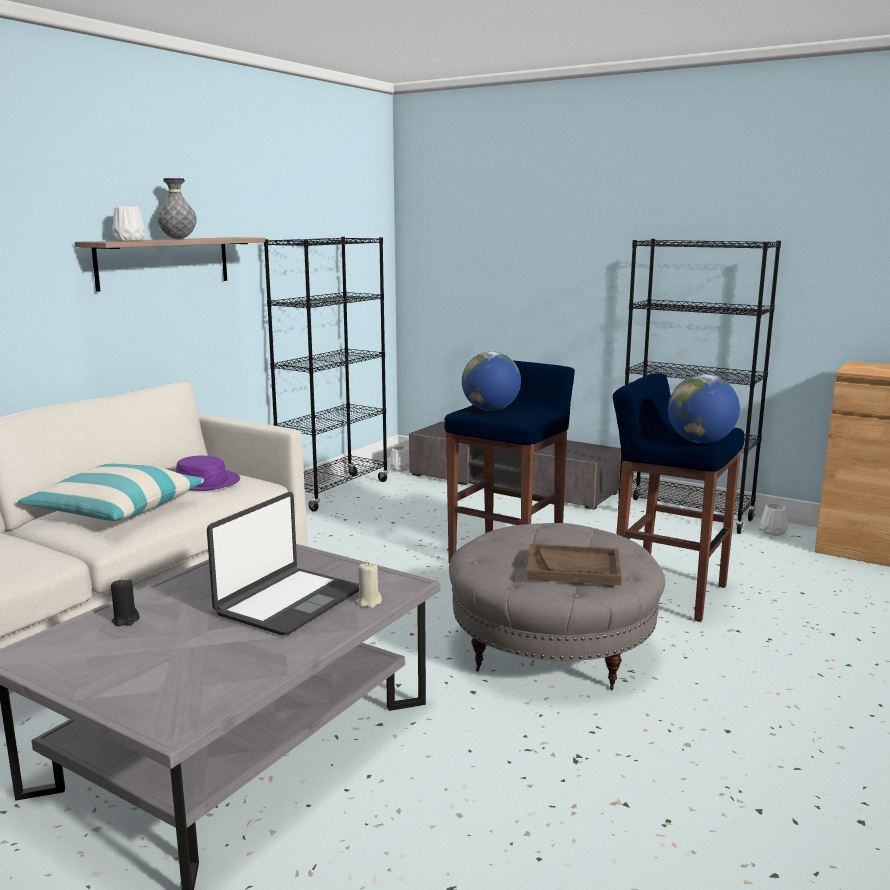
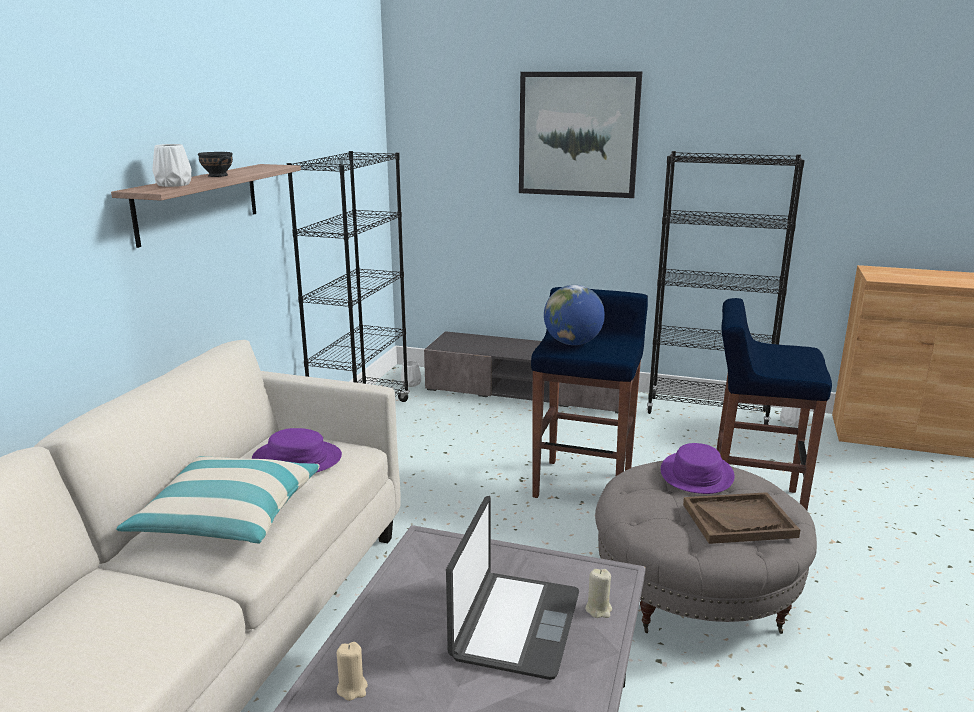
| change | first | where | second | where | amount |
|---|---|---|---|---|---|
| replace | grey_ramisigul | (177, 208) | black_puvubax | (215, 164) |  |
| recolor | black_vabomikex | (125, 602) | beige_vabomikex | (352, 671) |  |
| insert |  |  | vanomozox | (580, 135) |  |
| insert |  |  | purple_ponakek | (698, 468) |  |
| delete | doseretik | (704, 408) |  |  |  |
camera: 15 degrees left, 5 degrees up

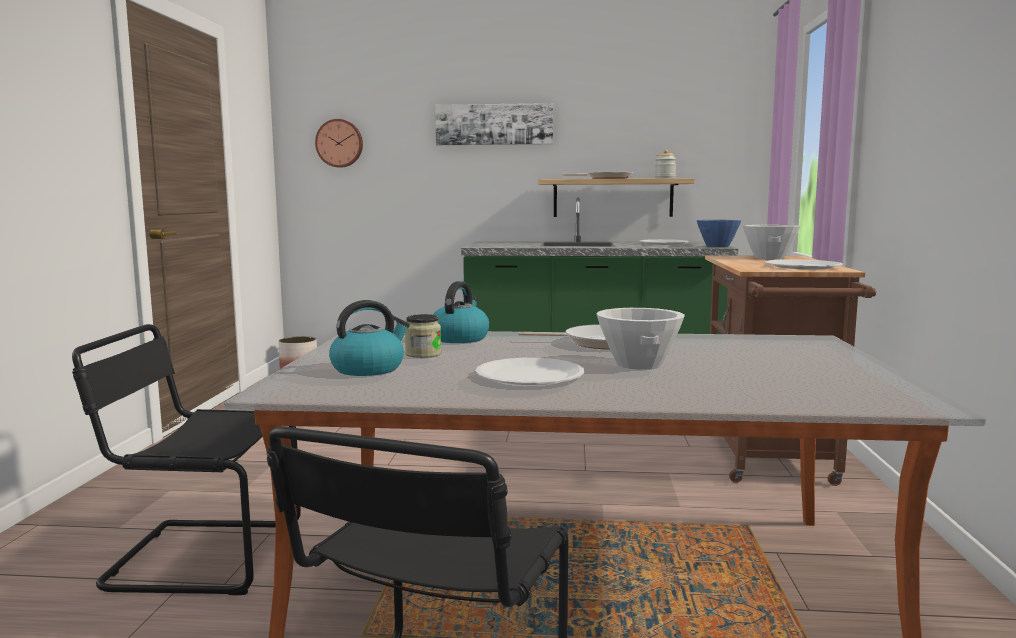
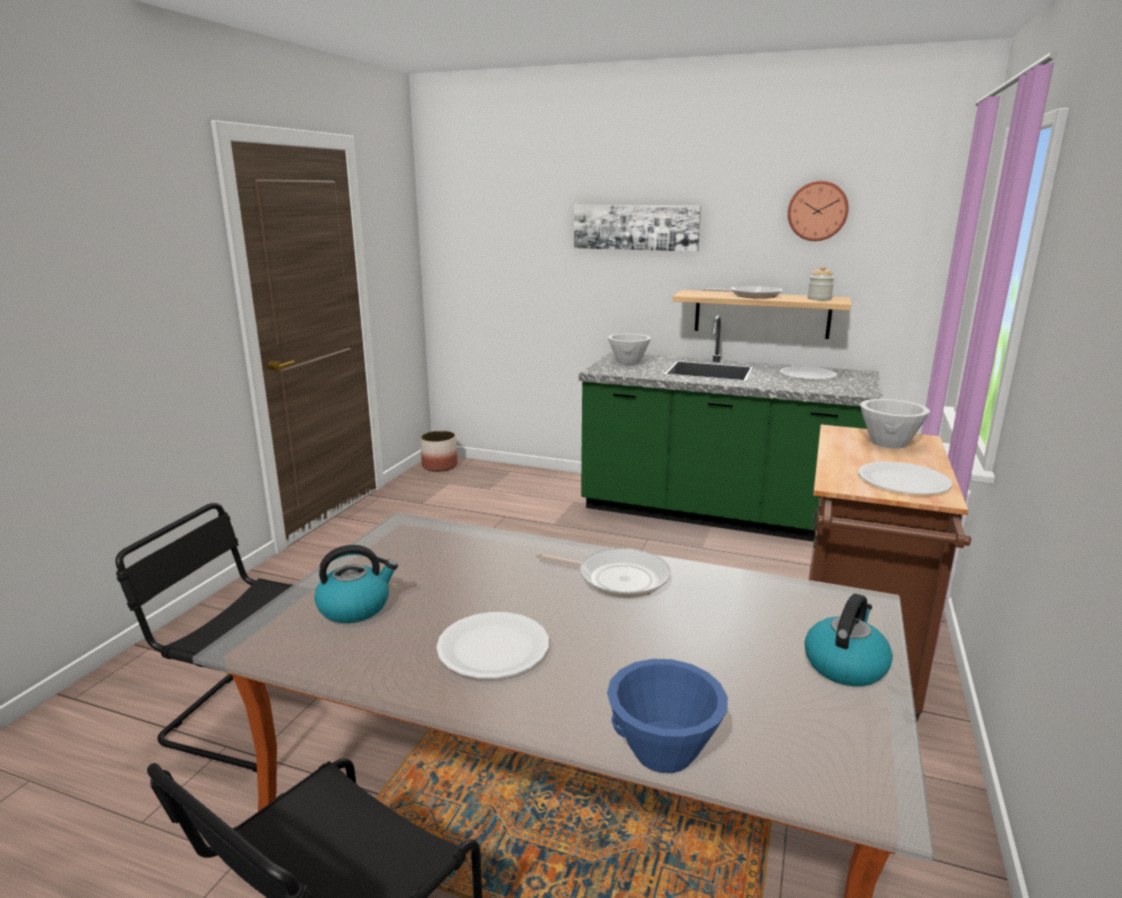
| change | first | where | second | where | amount |
|---|---|---|---|---|---|
| move | blue_puvubax | (719, 233) |  | (667, 716) |  |
| move | white_puvubax | (640, 339) |  | (629, 349) |  |
| move | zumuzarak | (339, 143) |  | (818, 211) |  |
| move | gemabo | (461, 312) |  | (849, 640) |  |
| delete | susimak | (423, 336) |  |  |  |
camera: 15 degrees right, 10 degrees up

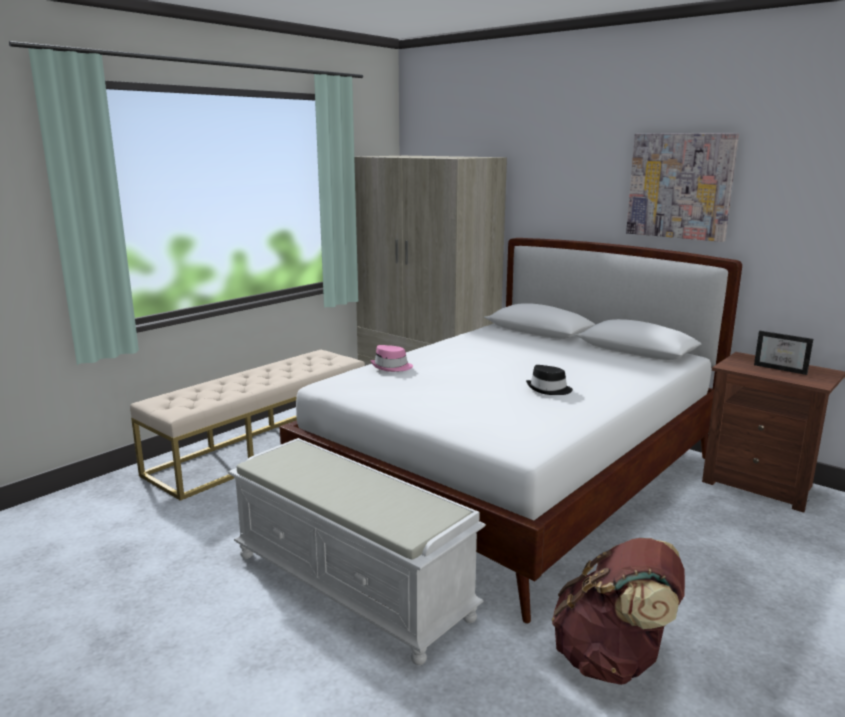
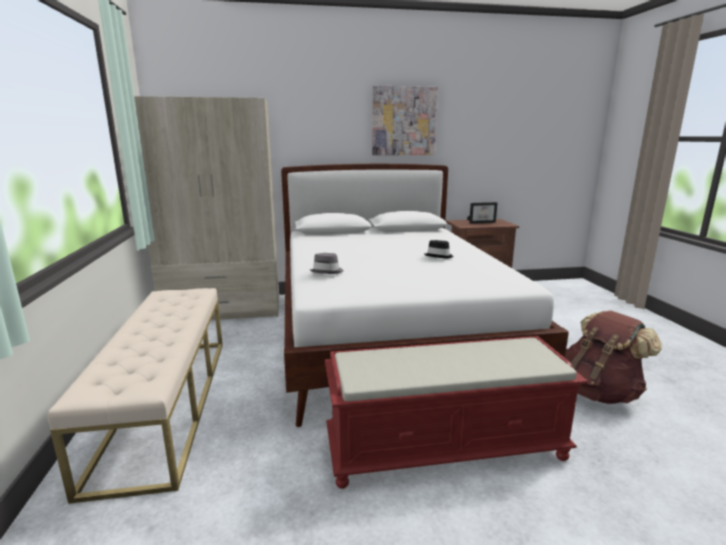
| change | first | where | second | where | amount |
|---|---|---|---|---|---|
| recolor | pink_ponakek | (391, 358) | grey_ponakek | (326, 263) |  |
| recolor | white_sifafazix | (357, 551) | red_sifafazix | (456, 412) |  |
camera: 50 degrees left, 0 degrees up

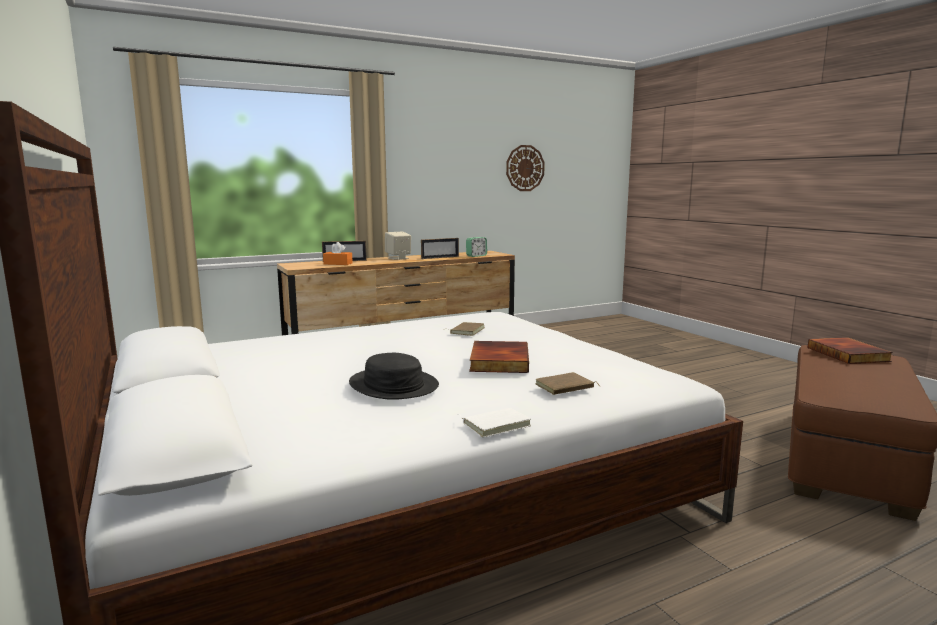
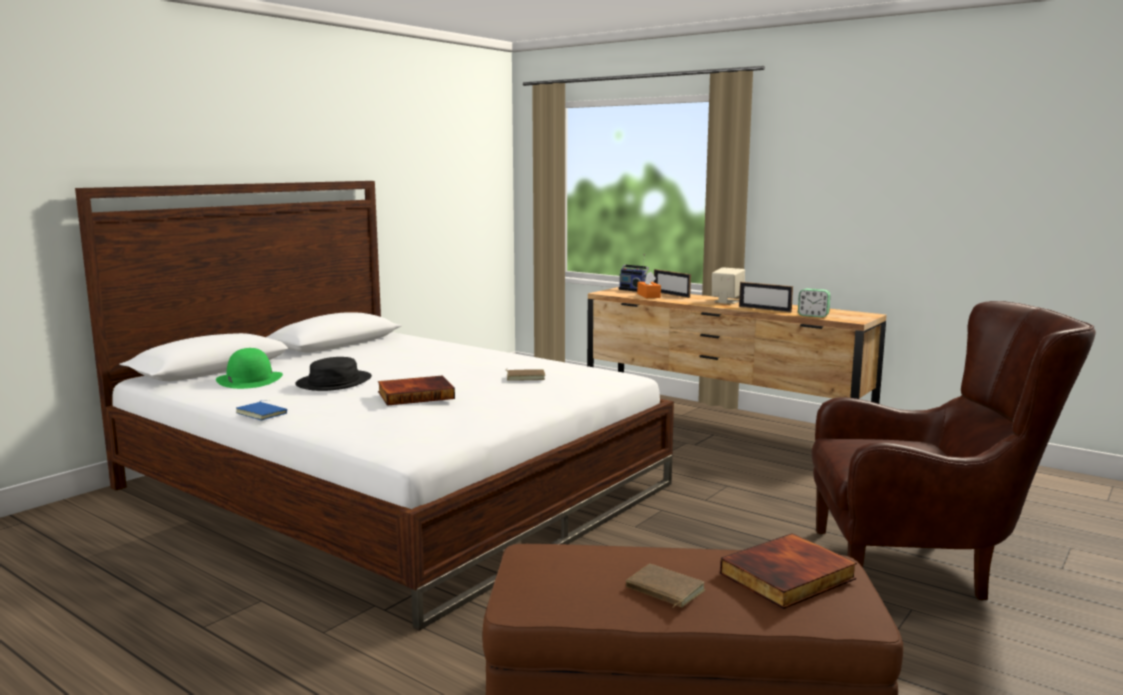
| change | first | where | second | where | amount |
|---|---|---|---|---|---|
| insert |  |  | green_ponakek | (249, 368) |  |
| recolor | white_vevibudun | (495, 422) | blue_vevibudun | (261, 410) |  |
| insert |  |  | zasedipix | (634, 273) |  |
| move | brown_vevibudun | (568, 383) |  | (665, 586) |  |
| insert |  |  | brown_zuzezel | (954, 450) |  |
| delete | zumuzarak | (525, 168) |  |  |  |
camera: 65 degrees right, 0 degrees up

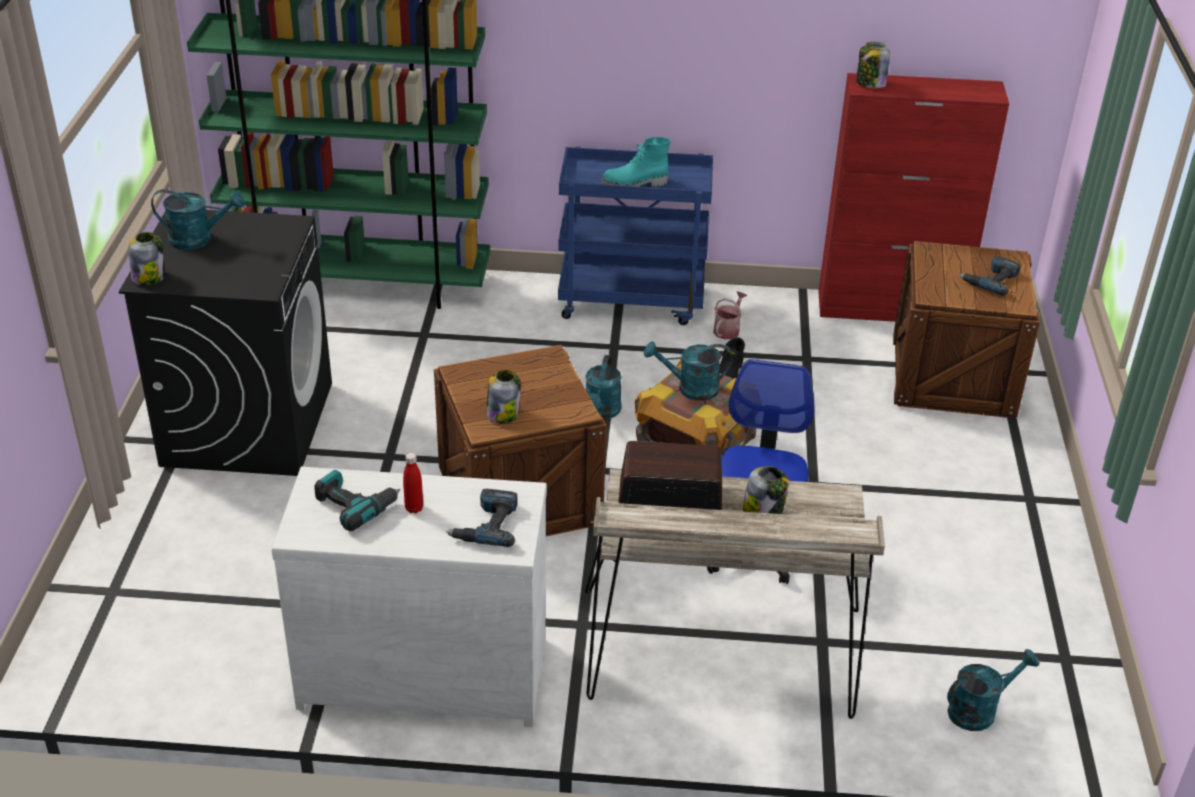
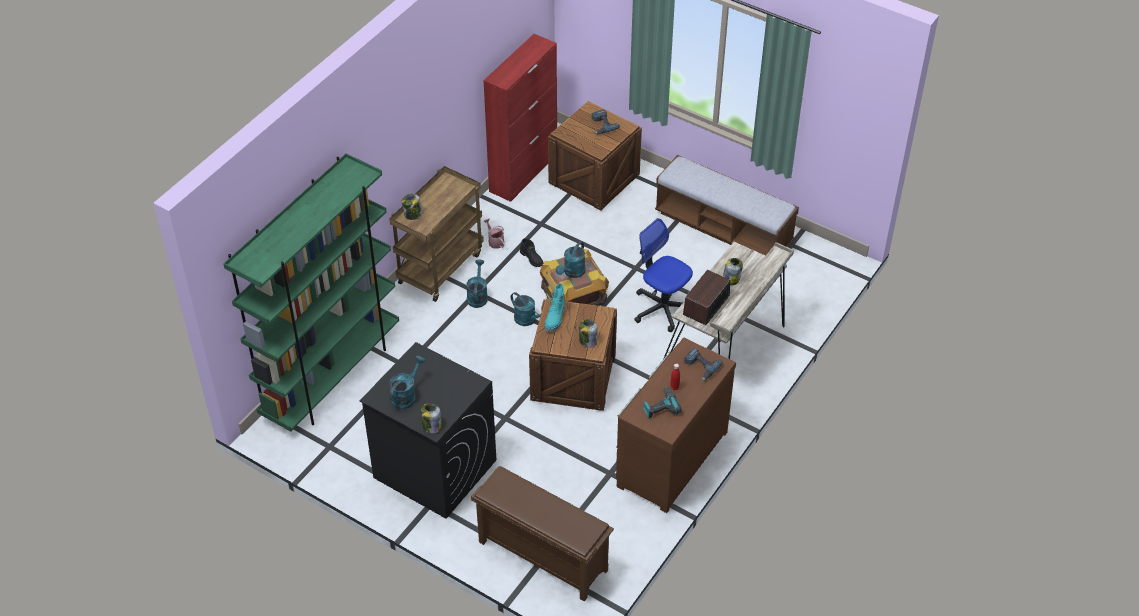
| change | first | where | second | where | amount |
|---|---|---|---|---|---|
| recolor | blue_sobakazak | (635, 235) | brown_sobakazak | (437, 234) |  |
| move | susimak | (873, 65) |  | (412, 207) |  |
| move | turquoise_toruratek | (993, 690) |  | (477, 283) |  |
| insert |  |  | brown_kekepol | (542, 534) |  |
| move | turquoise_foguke | (636, 162) |  | (554, 308) |  |
| recolor | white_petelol | (409, 597) | brown_petelol | (676, 425) |  |
| insert |  |  | sifafazix | (727, 205) |  |
camera: 60 degrees left, 10 degrees up

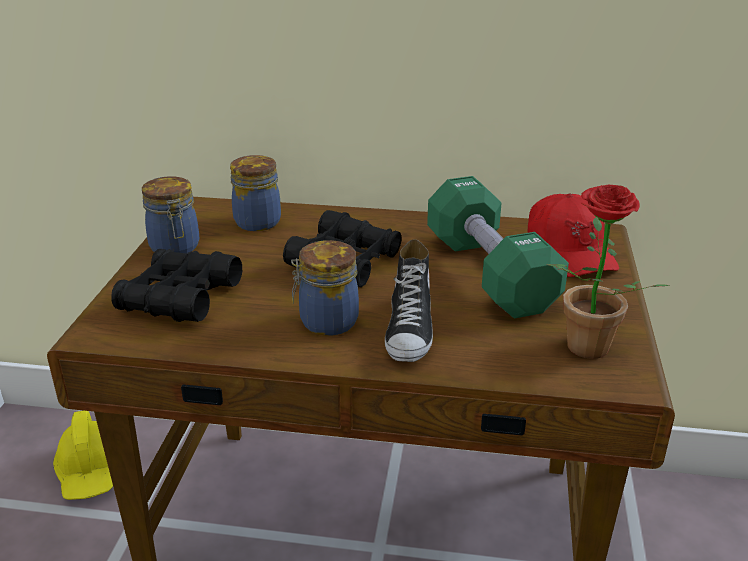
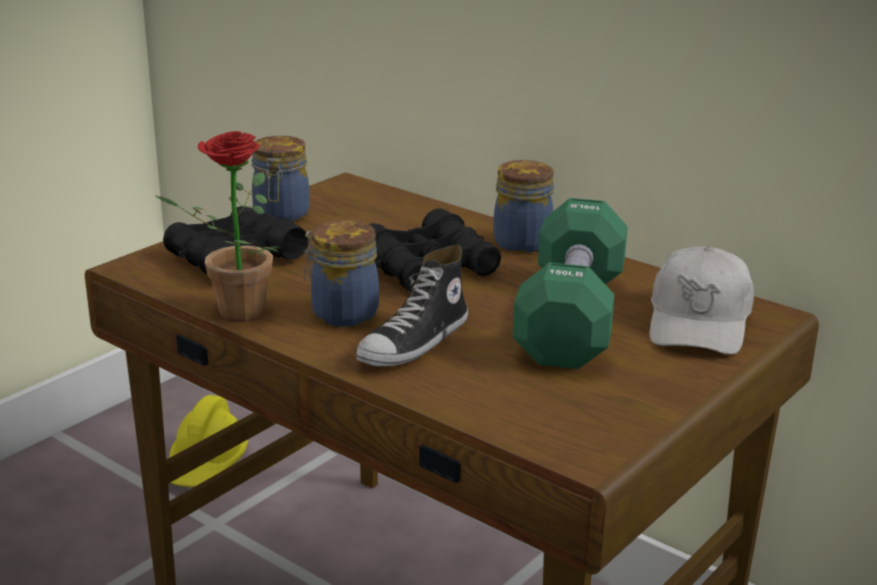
| change | first | where | second | where | amount |
|---|---|---|---|---|---|
| move | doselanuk | (609, 271) |  | (218, 226) |  |
| move | susimak | (255, 193) |  | (523, 206) |  |
| recolor | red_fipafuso | (573, 235) | white_fipafuso | (701, 300) |  |
camera: 30 degrees right, 5 degrees down

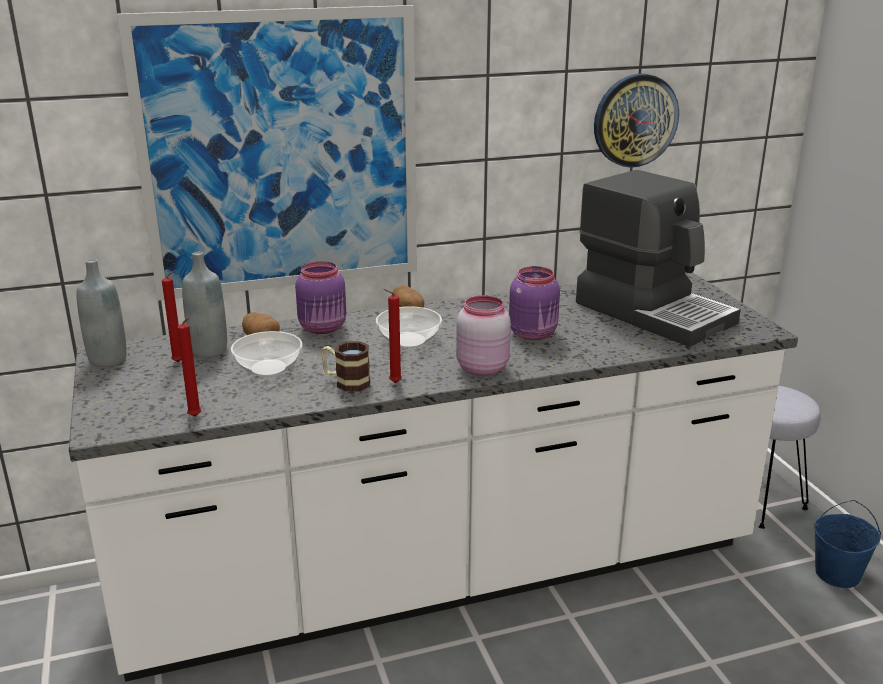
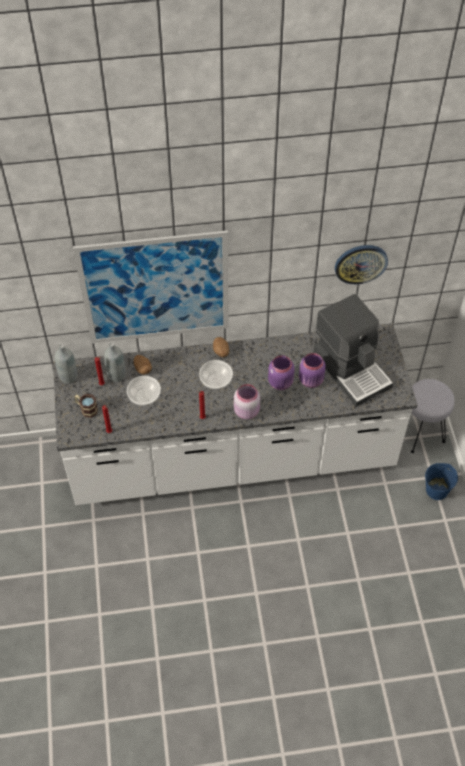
| change | first | where | second | where | amount |
|---|---|---|---|---|---|
| move | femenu | (345, 366) |  | (86, 406) |  |
| move | purple_susimak | (320, 297) |  | (312, 370) |  |
camera: 10 degrees right, 30 degrees up

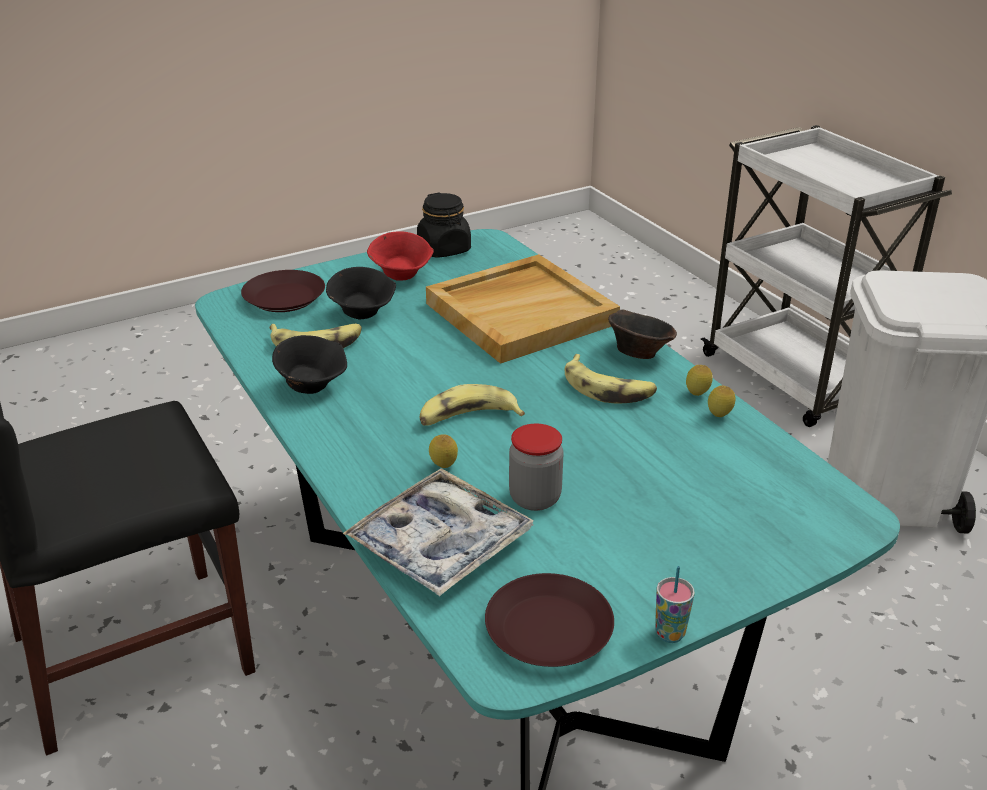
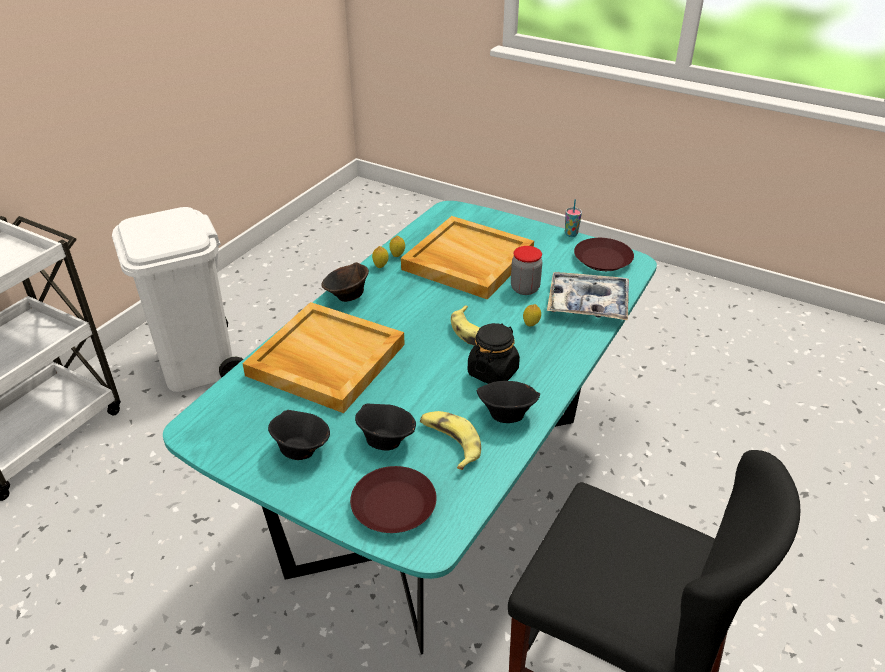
| change | first | where | second | where | amount |
|---|---|---|---|---|---|
| recolor | red_puvubax | (400, 256) | black_puvubax | (299, 435) |  |
| insert |  |  | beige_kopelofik | (467, 258) |  |
| move | black_susimak | (444, 225) |  | (494, 353) |  |
| delete | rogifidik | (611, 378) |  |  |  |
camera: 120 degrees left, 5 degrees up

